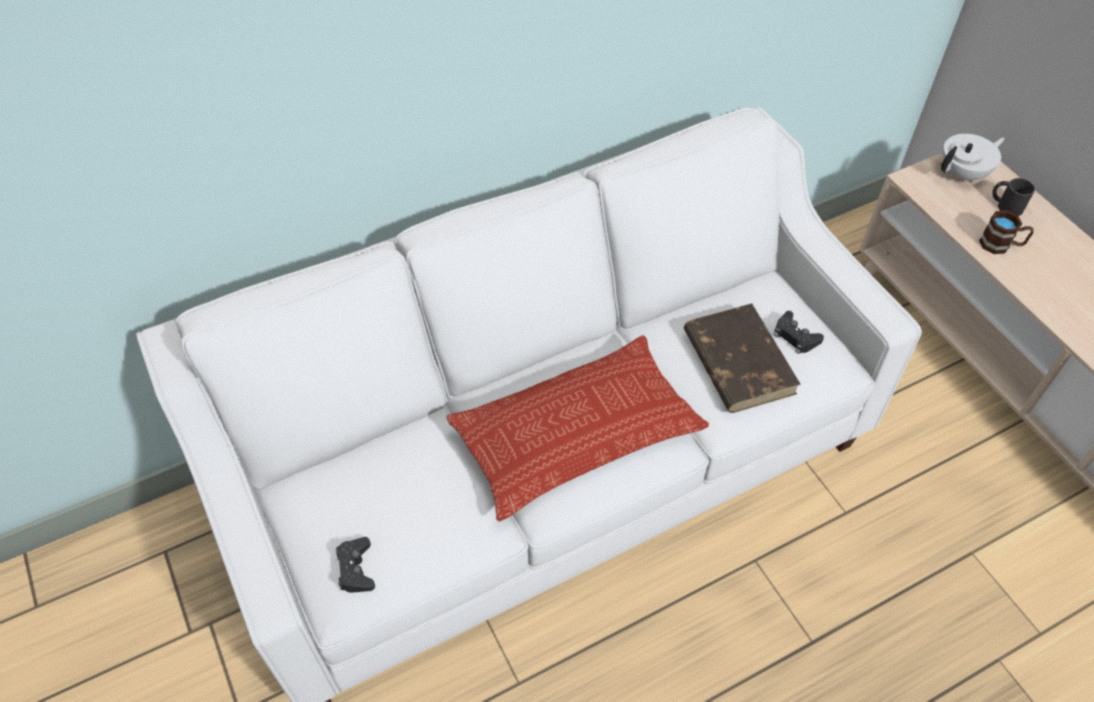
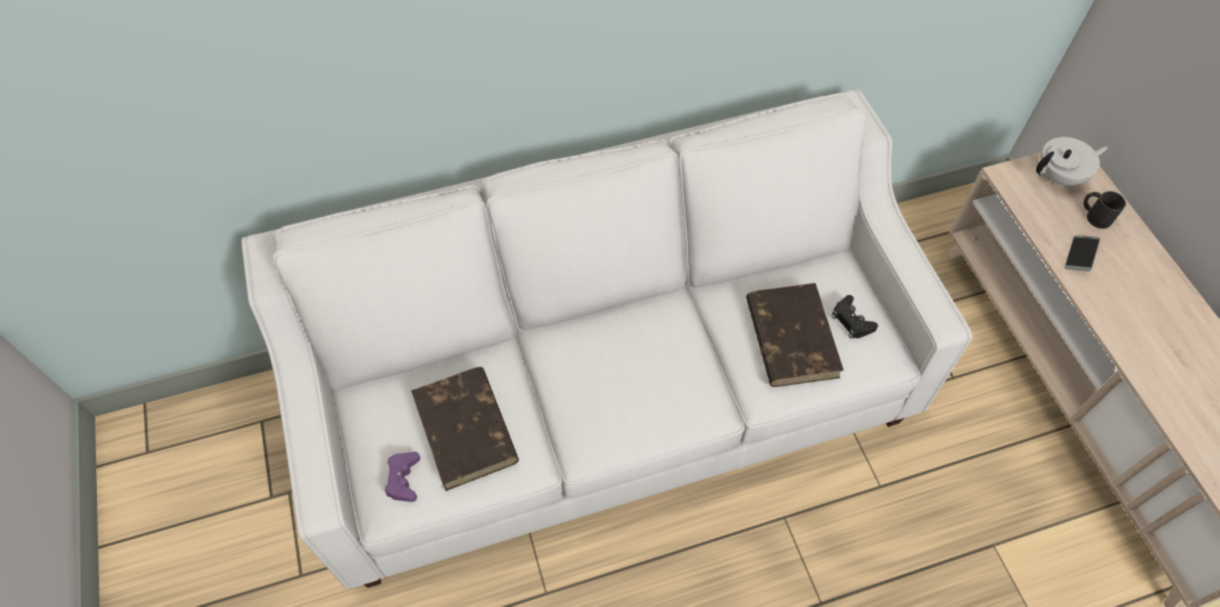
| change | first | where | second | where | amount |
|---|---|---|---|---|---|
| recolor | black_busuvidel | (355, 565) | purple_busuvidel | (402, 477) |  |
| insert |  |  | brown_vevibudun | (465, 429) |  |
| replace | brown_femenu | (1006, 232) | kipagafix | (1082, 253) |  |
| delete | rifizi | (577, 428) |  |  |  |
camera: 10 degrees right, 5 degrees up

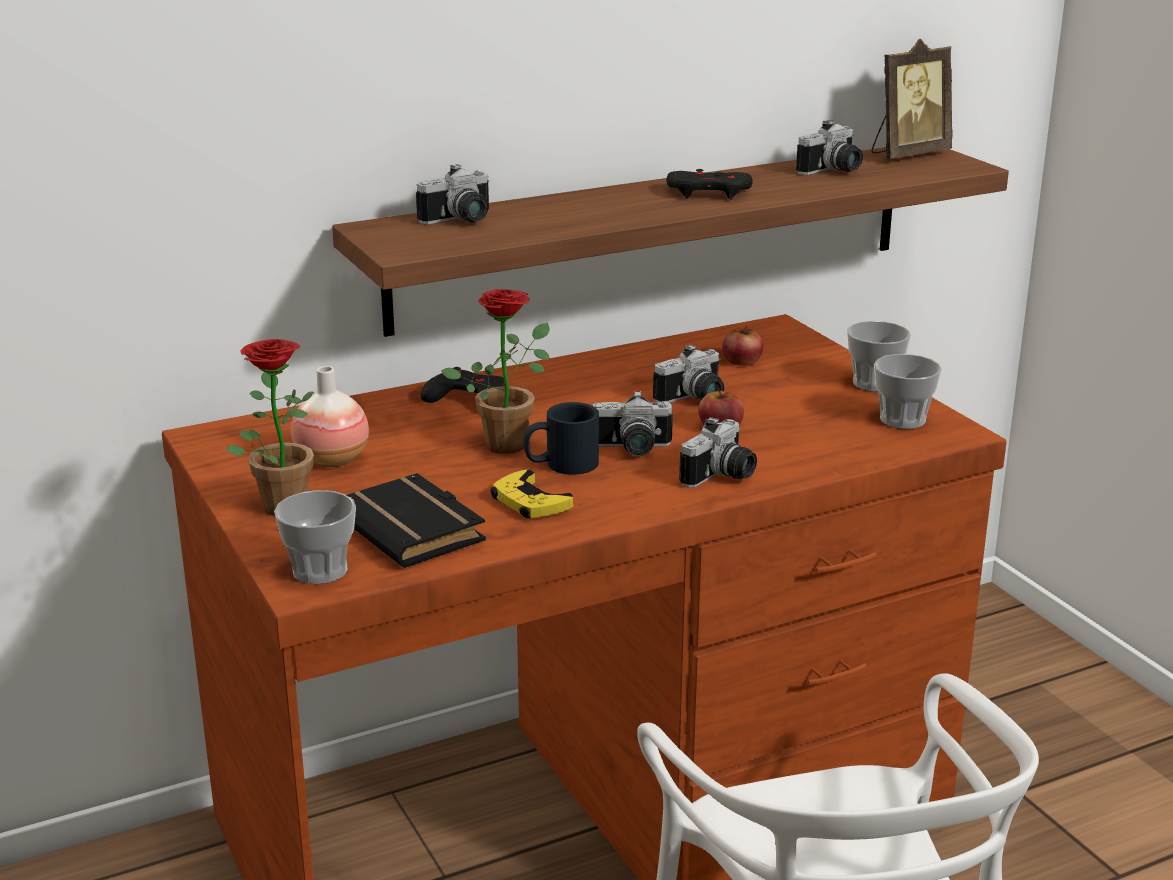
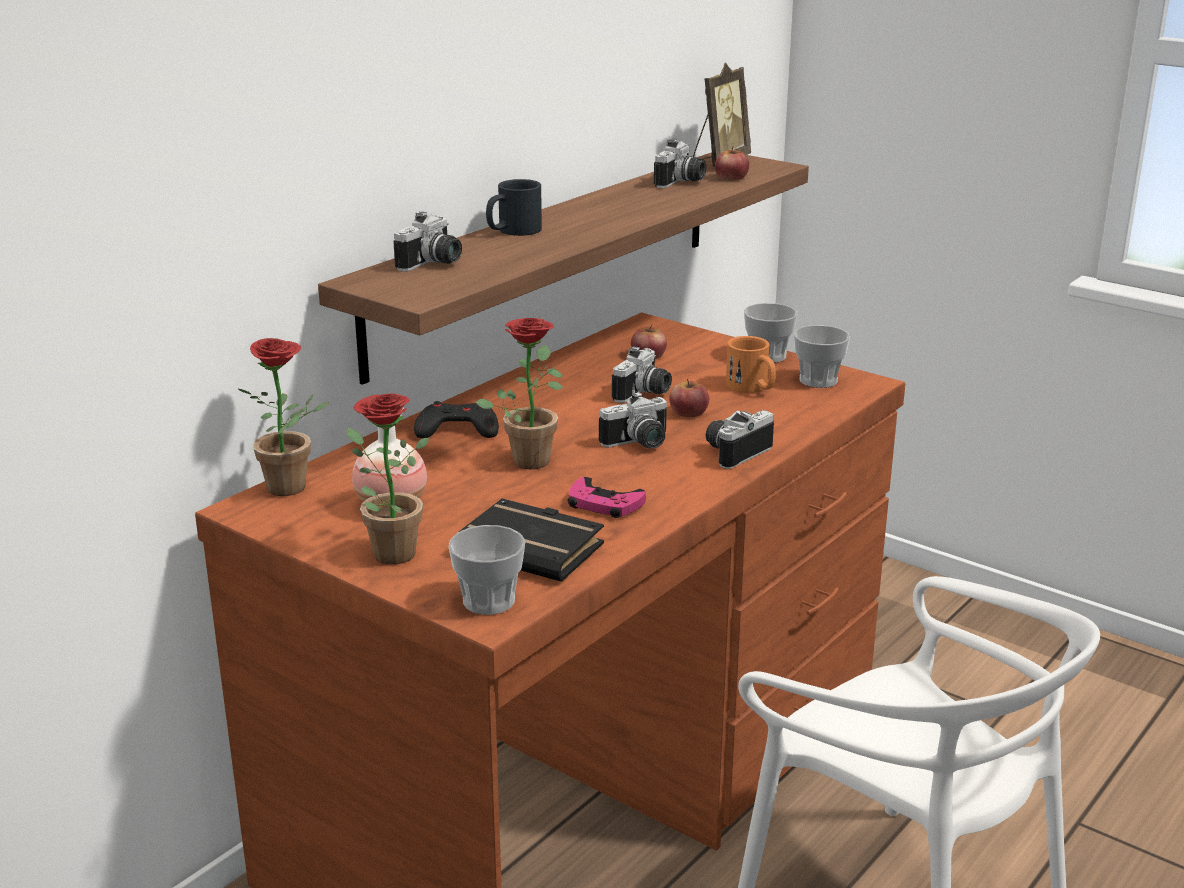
| change | first | where | second | where | amount |
|---|---|---|---|---|---|
| insert |  |  | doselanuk | (283, 417) |  |
| move | black_femenu | (561, 438) |  | (514, 207) |  |
| recolor | yellow_busuvidel | (531, 494) | pink_busuvidel | (606, 497) |  |
| rotate | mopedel | (718, 452) |  | (740, 439) | 150 degrees counterclockwise |
| insert |  |  | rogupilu | (732, 164) |  |
| insert |  |  | orange_femenu | (751, 364) |  |
| delete | black_busuvidel | (709, 184) |  |  |  |
camera: 25 degrees left, 0 degrees up

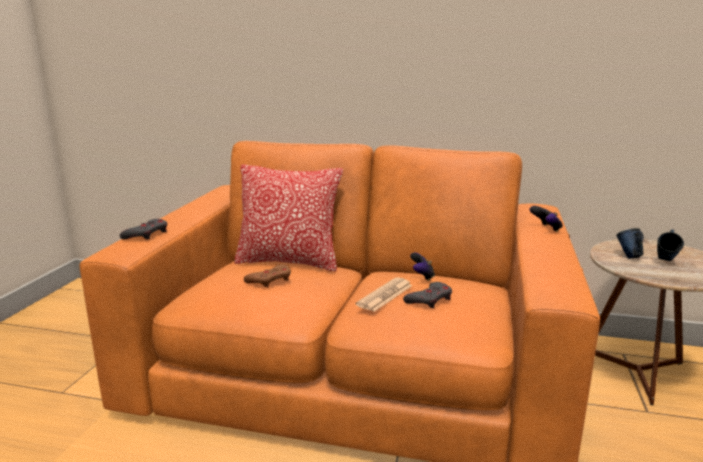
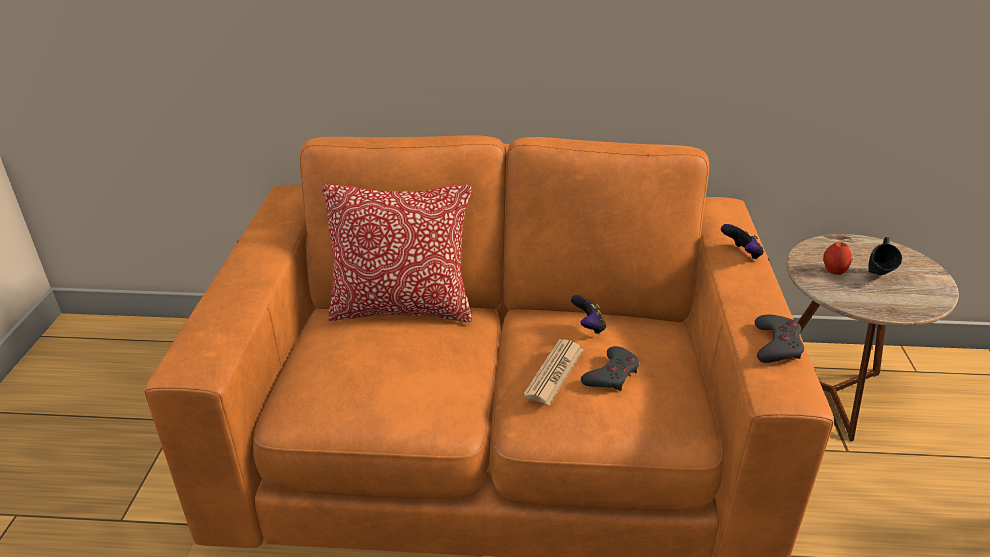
| change | first | where | second | where | amount |
|---|---|---|---|---|---|
| move | grey_busuvidel | (143, 229) |  | (779, 339) |  |
| replace | blue_femenu | (630, 243) | rogupilu | (837, 258) |  |
| delete | brown_busuvidel | (267, 276) |  |  |  |
camera: 10 degrees left, 15 degrees up

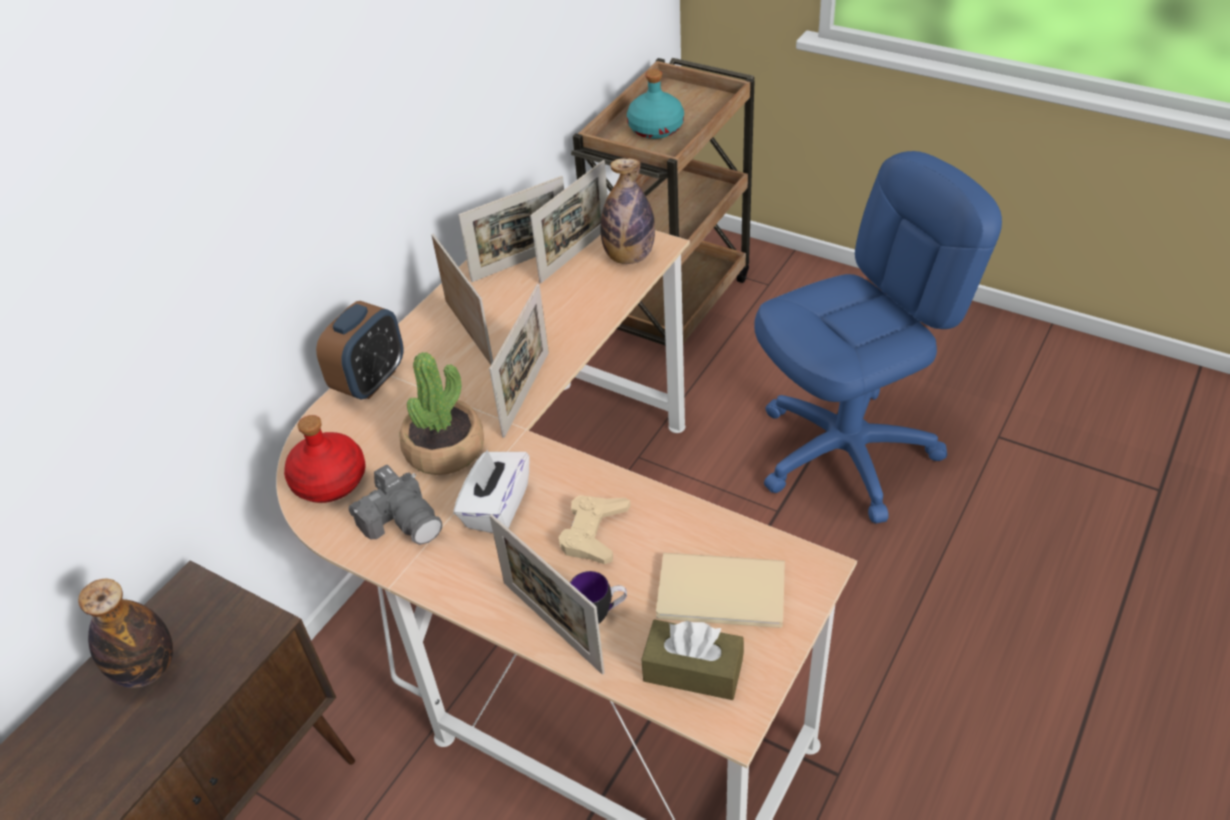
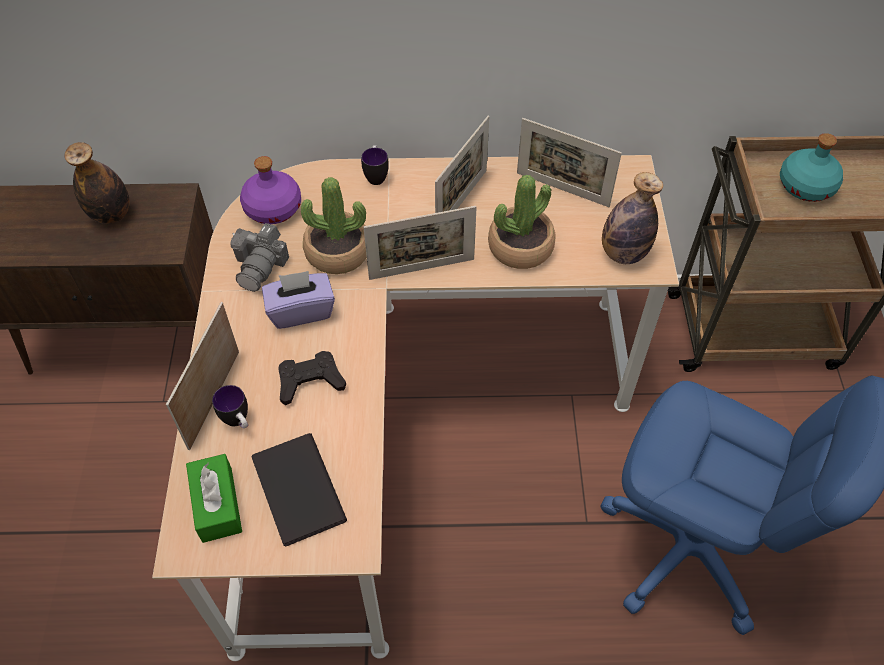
| change | first | where | second | where | amount |
|---|---|---|---|---|---|
| recolor | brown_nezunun | (692, 659) | green_nezunun | (214, 498) |  |
| recolor | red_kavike | (324, 459) | purple_kavike | (270, 190) |  |
| recolor | beige_vevibudun | (720, 590) | black_vevibudun | (299, 489) |  |
| recolor | white_nezunun | (491, 491) | purple_nezunun | (298, 300) |  |
| recolor | beige_busuvidel | (594, 529) | black_busuvidel | (312, 378) |  |
| replace | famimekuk | (359, 350) | femenu | (375, 165) |  |
| insert |  |  | doselanuk | (522, 222) |  |
| delete | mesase | (569, 221) |  |  |  |
camera: 55 degrees right, 10 degrees up

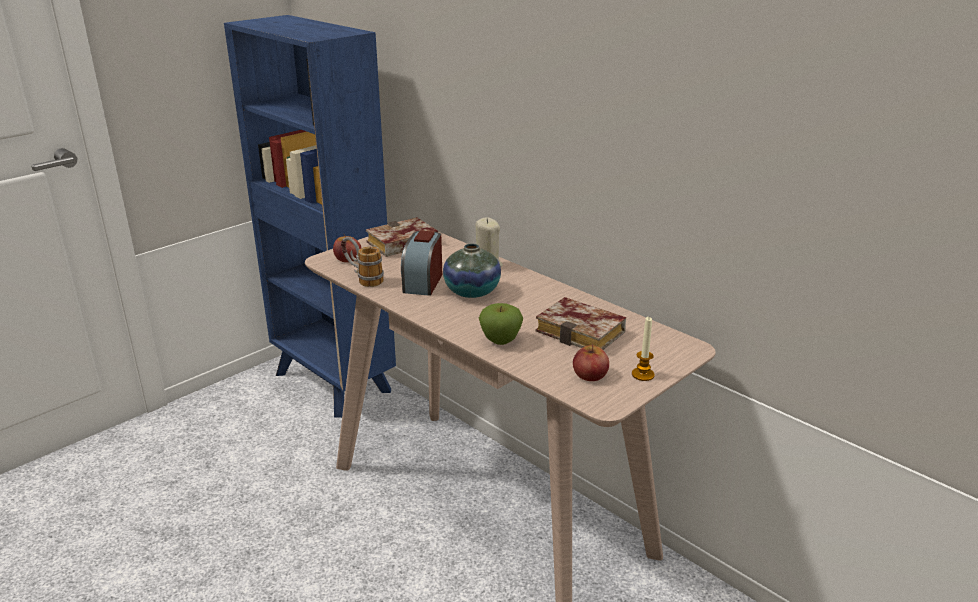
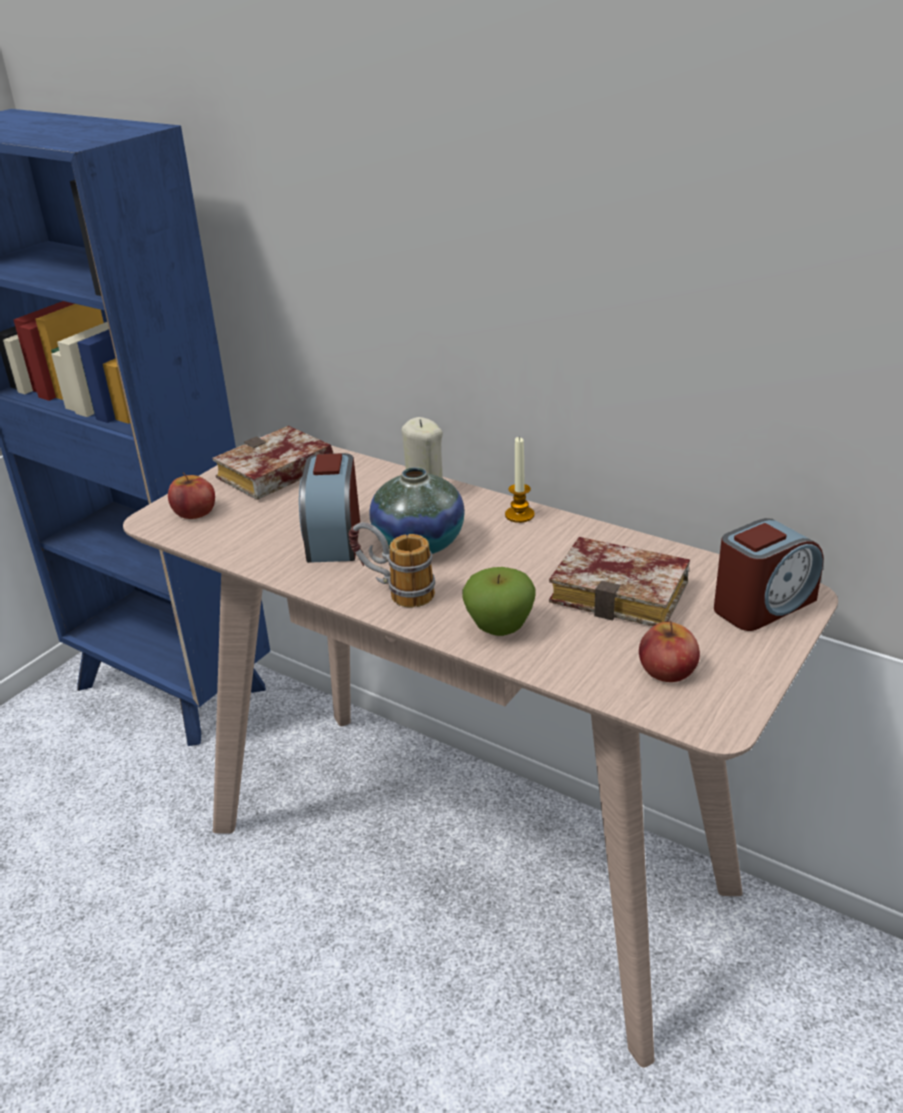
| change | first | where | second | where | amount |
|---|---|---|---|---|---|
| move | femenu | (362, 262) |  | (392, 565) |  |
| move | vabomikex | (643, 349) |  | (520, 479) |  |
| insert |  |  | famimekuk | (769, 574) |  |
camera: 10 degrees left, 5 degrees up

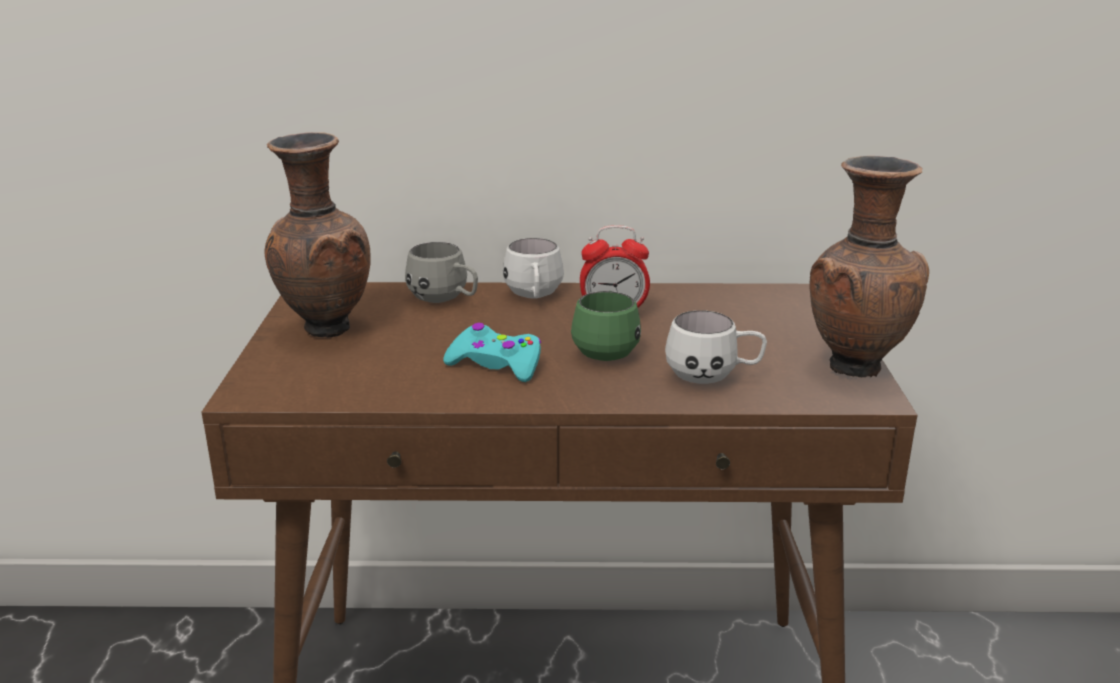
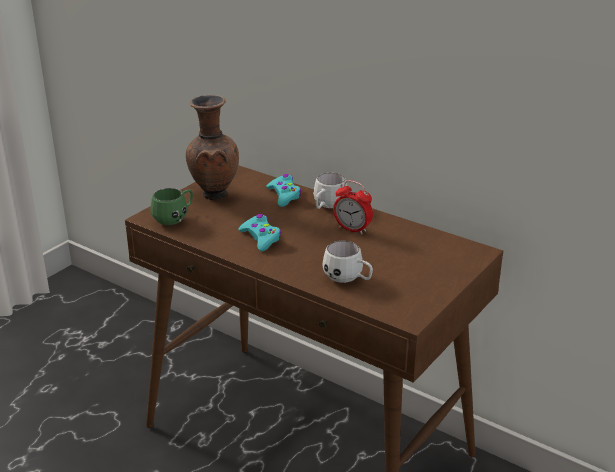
| change | first | where | second | where | amount |
|---|---|---|---|---|---|
| move | green_femenu | (606, 326) |  | (172, 206) |  |
| replace | grey_femenu | (441, 272) | turquoise_busuvidel | (283, 190) |  |
| delete | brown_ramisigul | (869, 266) |  |  |  |
camera: 35 degrees right, 5 degrees up

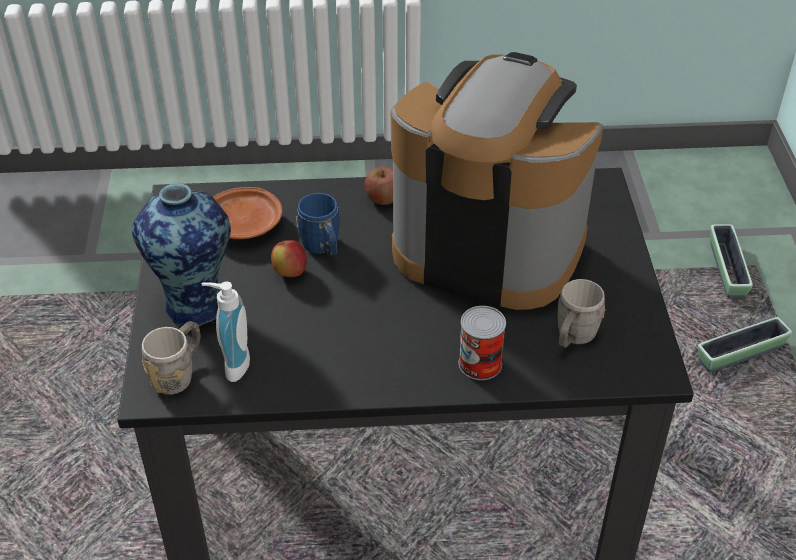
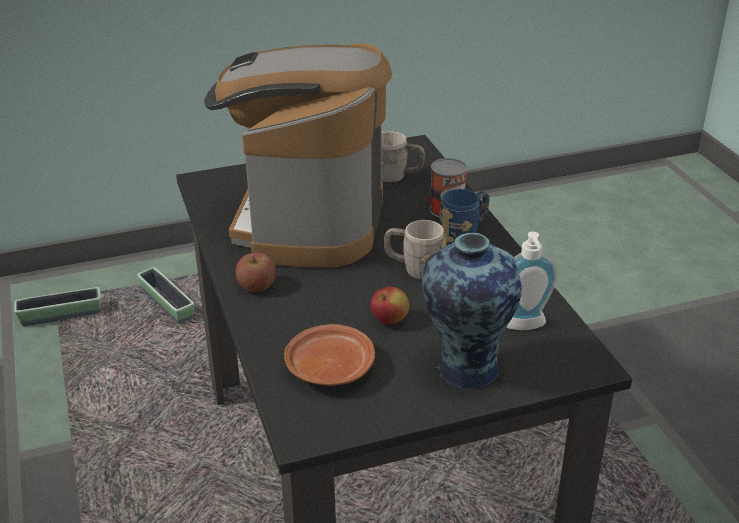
| change | first | where | second | where | amount |
|---|---|---|---|---|---|
| move | grey_femenu | (171, 358) |  | (415, 249) |  |
| move | blue_femenu | (318, 224) |  | (464, 216) |  |
camera: 105 degrees left, 10 degrees down

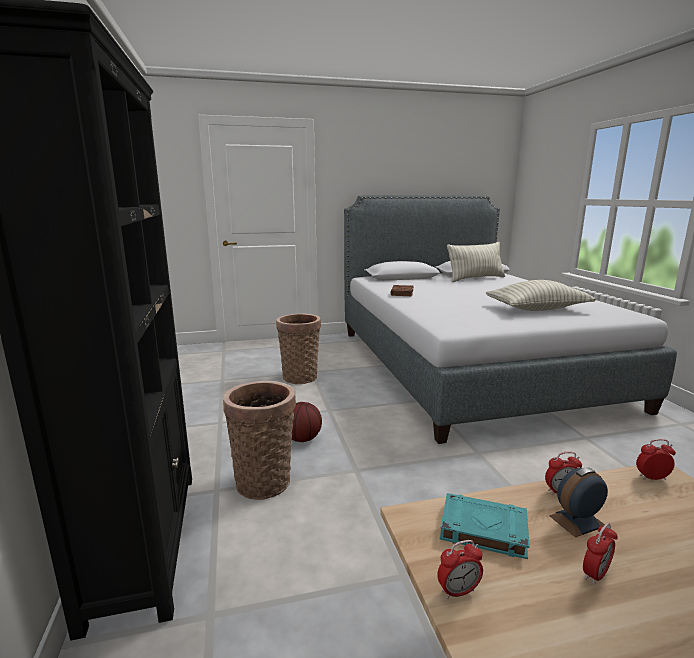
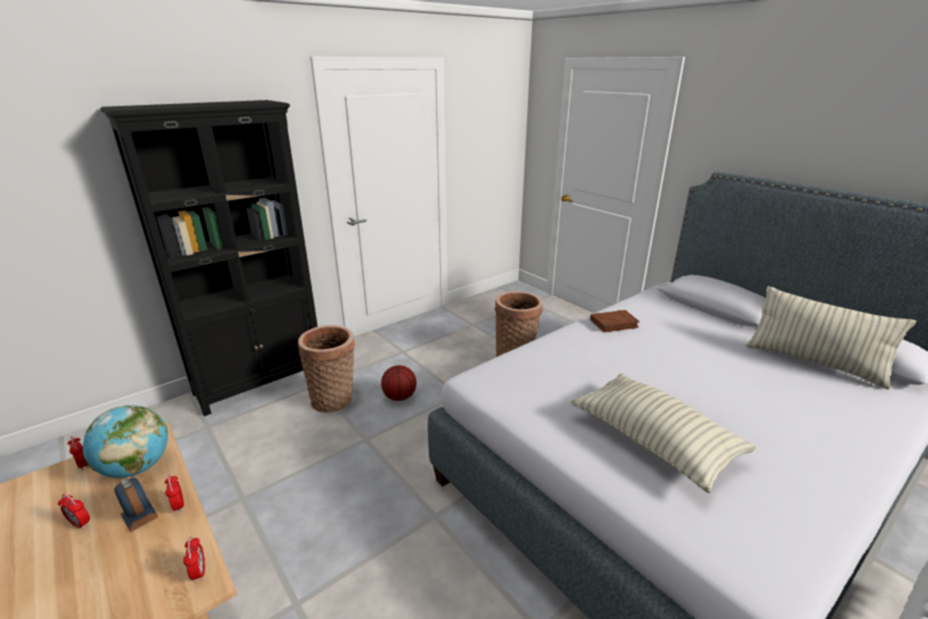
| change | first | where | second | where | amount |
|---|---|---|---|---|---|
| replace | turquoise_vevibudun | (485, 526) | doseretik | (125, 441) |  |
camera: 65 degrees right, 10 degrees up

